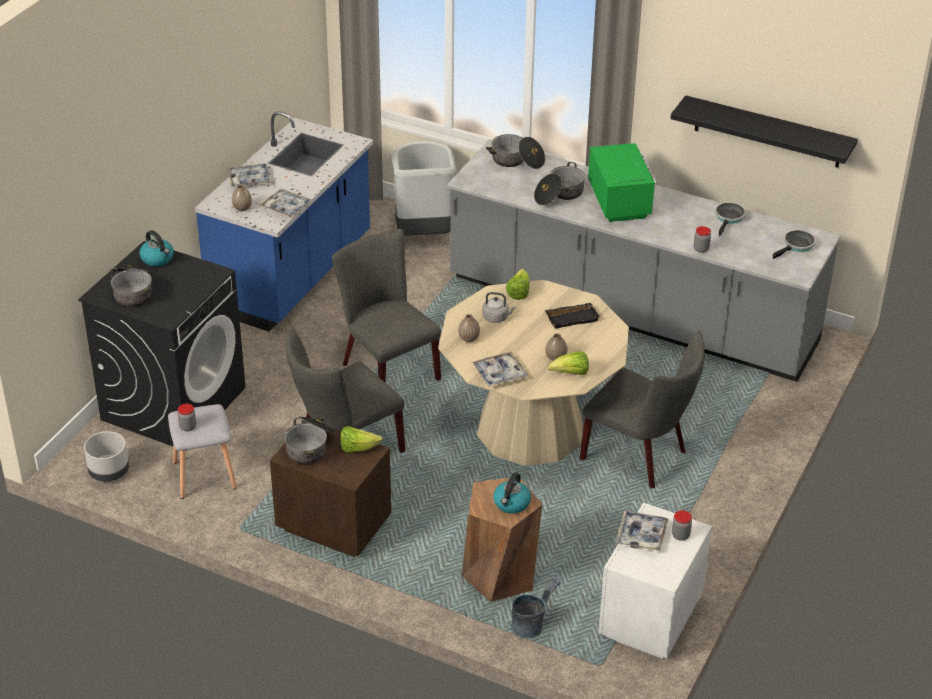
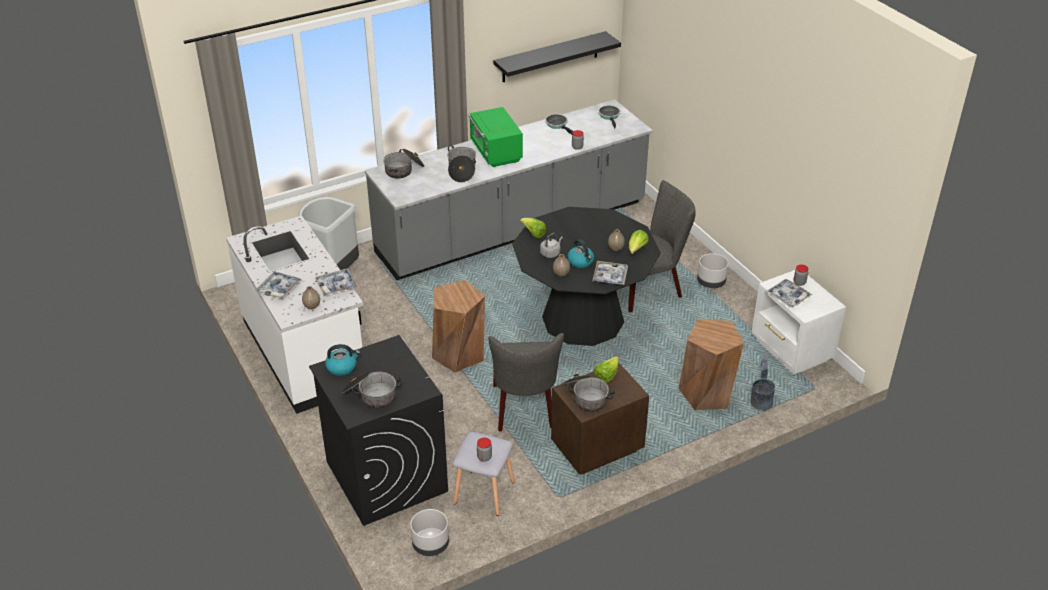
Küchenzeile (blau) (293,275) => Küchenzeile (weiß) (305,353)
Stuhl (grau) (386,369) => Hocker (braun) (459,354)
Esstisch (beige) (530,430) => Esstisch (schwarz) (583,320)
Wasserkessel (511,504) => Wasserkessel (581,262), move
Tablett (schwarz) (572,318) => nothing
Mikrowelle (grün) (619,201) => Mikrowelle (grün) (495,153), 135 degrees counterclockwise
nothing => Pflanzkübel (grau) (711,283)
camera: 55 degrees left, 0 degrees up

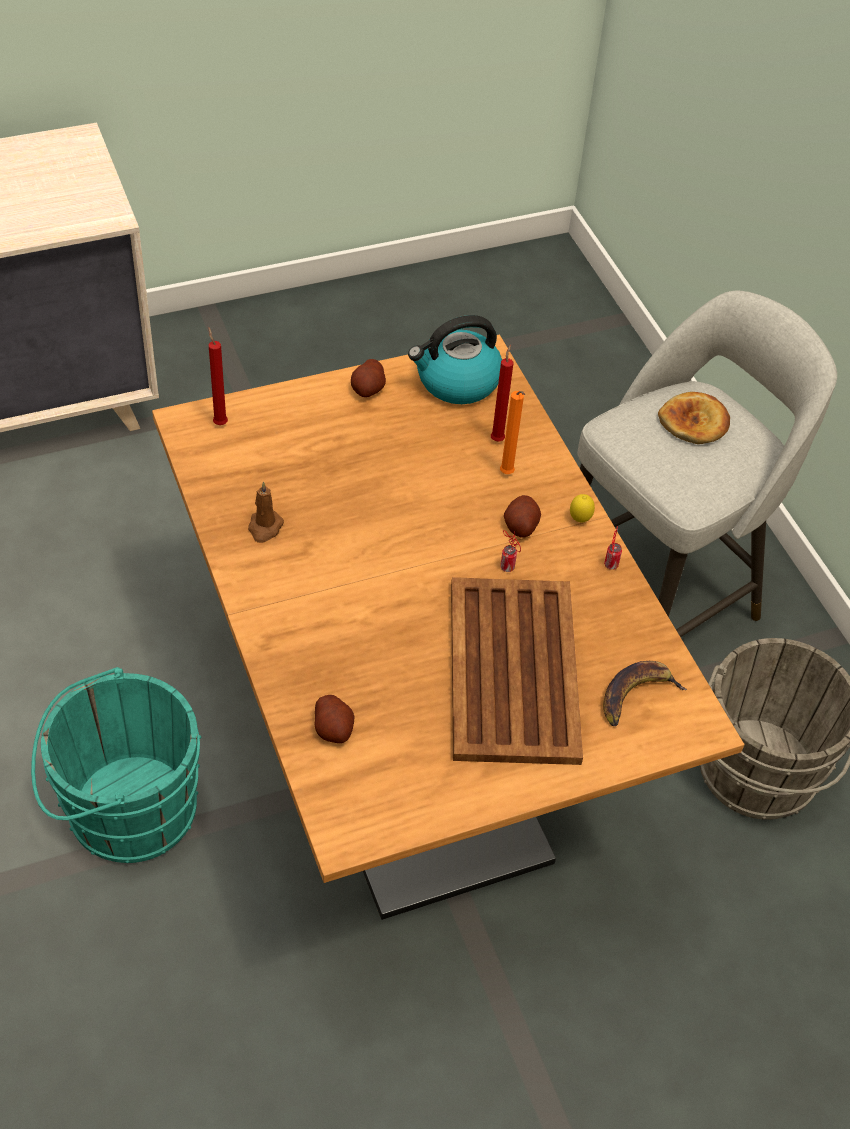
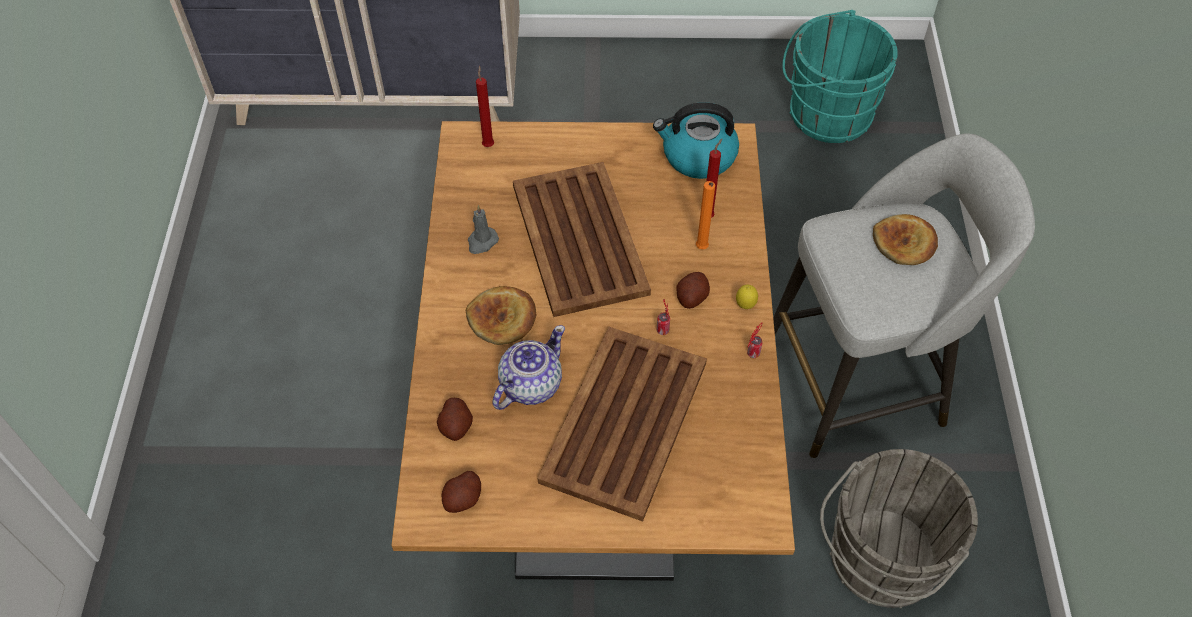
Eimer (türkis) (124,810) => Eimer (türkis) (824,113), move
Kerze (braun) (265,528) => Kerze (grau) (482,242)
Kartoffel (368,389) => Kartoffel (463,499), move
Banane (636,695) => nothing
nothing => Brot (502,318)
nothing => Teekanne (529,385)
nothing => Tablett (braun) (579,240)
camera: 25 degrees right, 5 degrees up

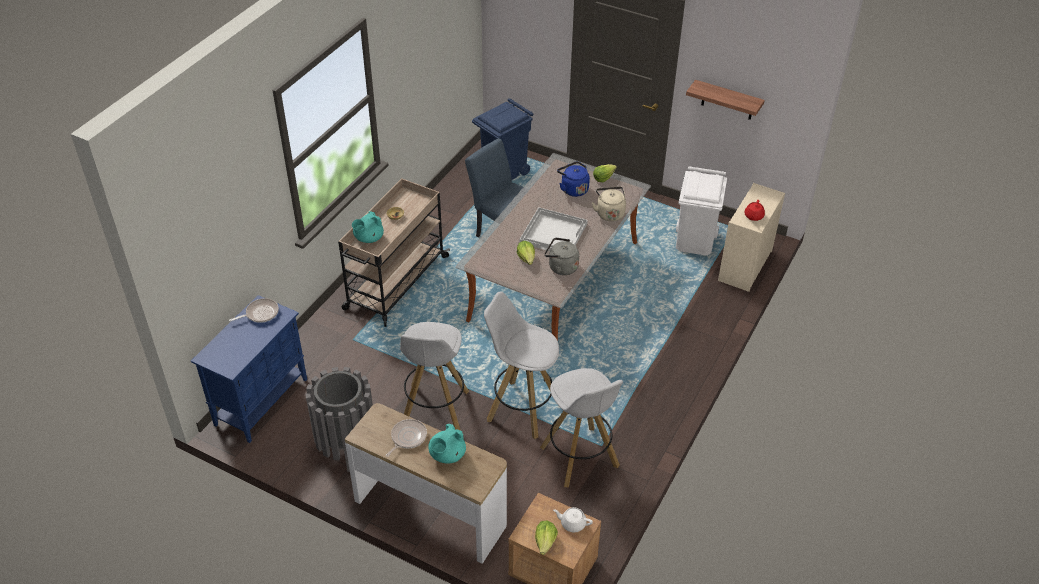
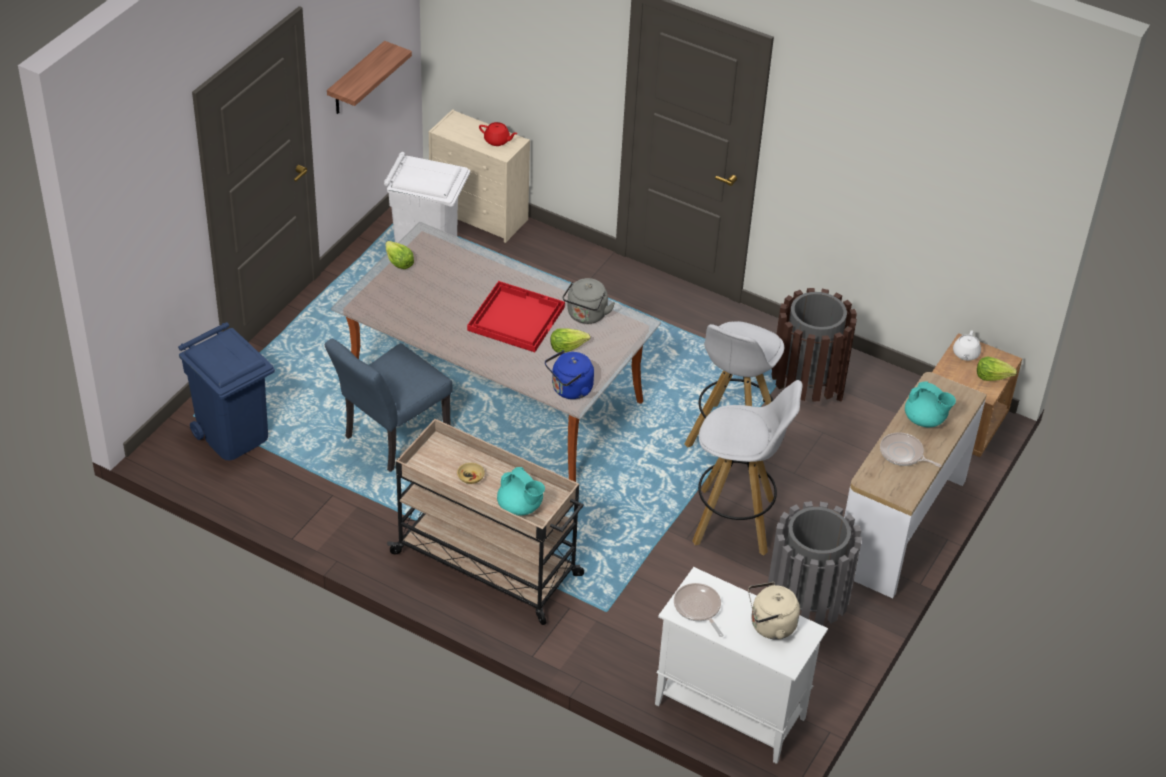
Schrank (blau) (262,401) => Schrank (weiß) (728,710)
Tablett (weiß) (554,233) => Tablett (rot) (515,318)
Hocker (weiß) (580,458) => Mülleimer (braun) (806,391)
Wasserkessel (blau) (573,189) => Wasserkessel (blau) (570,390), move
Wasserkessel (beige) (609,213) => Wasserkessel (beige) (770,626), move
camera: 90 degrees left, 0 degrees up

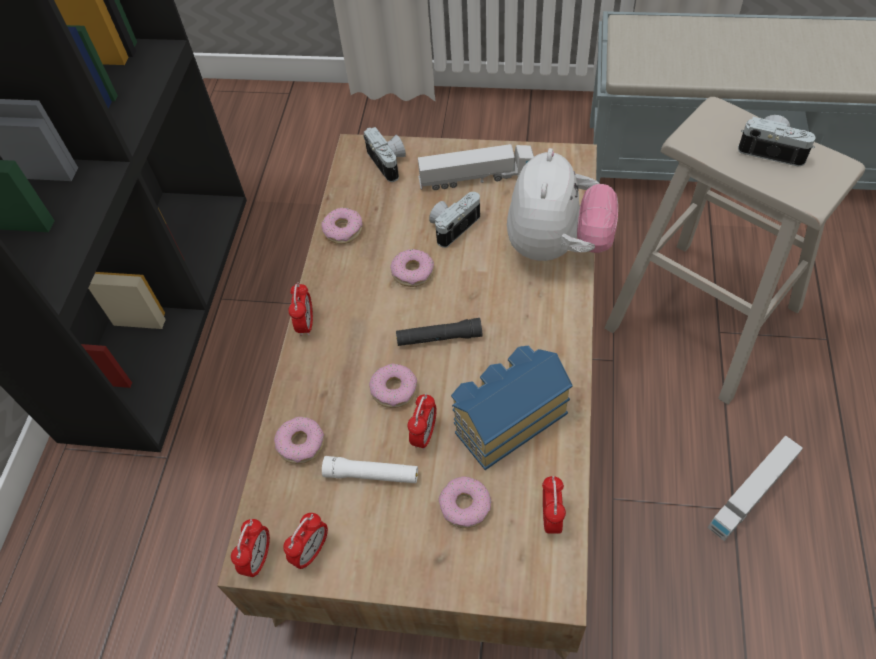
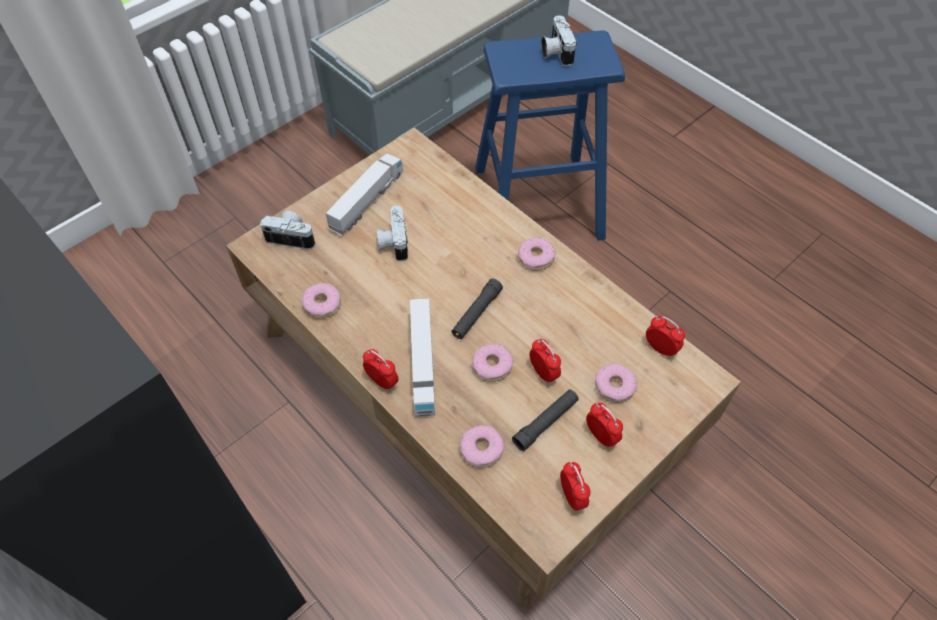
Wecker (258,558) => Wecker (601,436), move
Taschenlampe (weiß) (372,475) => Taschenlampe (schwarz) (545,422)
Donut (413,272) => Donut (536,258), move
Spielzeughaus (506,419) => nothing
Plüschtier (557,246) => nothing
Hocker (beige) (702,317) => Hocker (blau) (537,203)
Spielzeuglaster (751,493) => Spielzeuglaster (423,363), move
Kamera (772,149) => Kamera (555,52), 75 degrees counterclockwise
camera: 55 degrees left, 0 degrees up

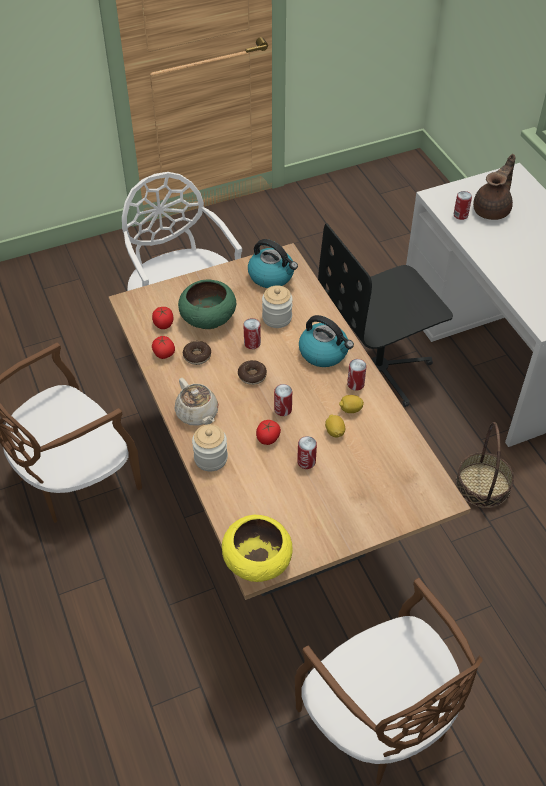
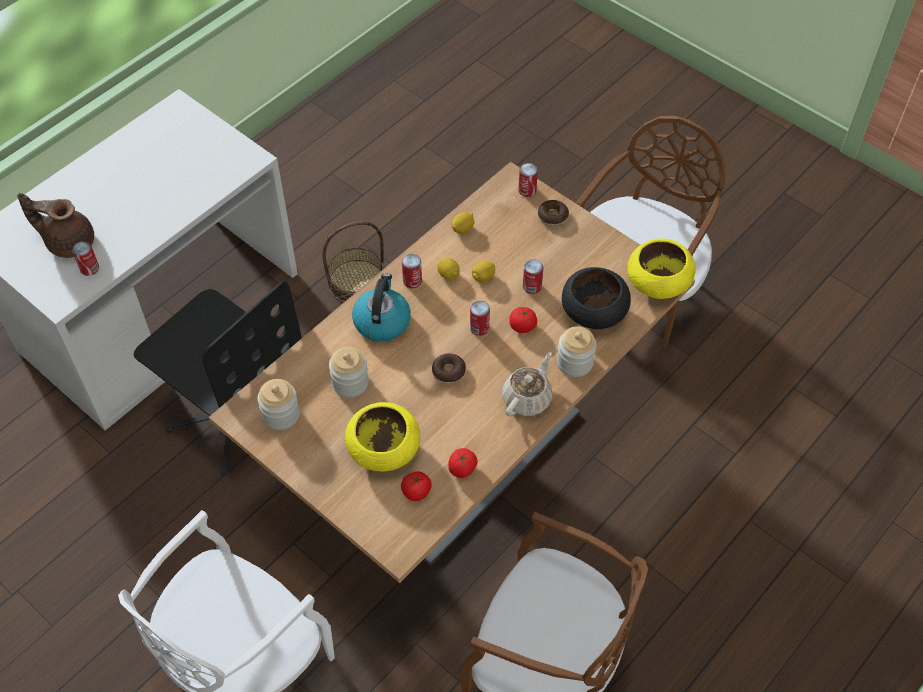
Schüssel (grün) (207,318) => Schüssel (gelb) (384,451)
Donut (197,356) => Donut (552,216), move
Dose (252,343) => Dose (527,190), move
Wasserkessel (272,276) => Vorratsglas (281,415)
nothing => Zitrone (463,229)
nothing => Schüssel (schwarz) (593,313)
camera: 115 degrees left, 5 degrees up

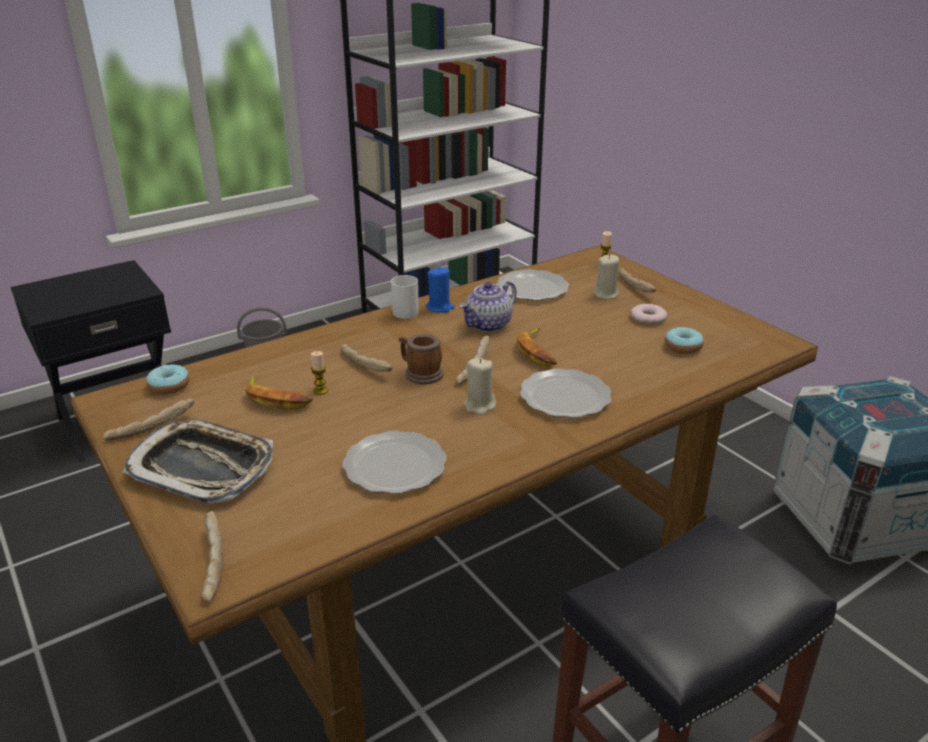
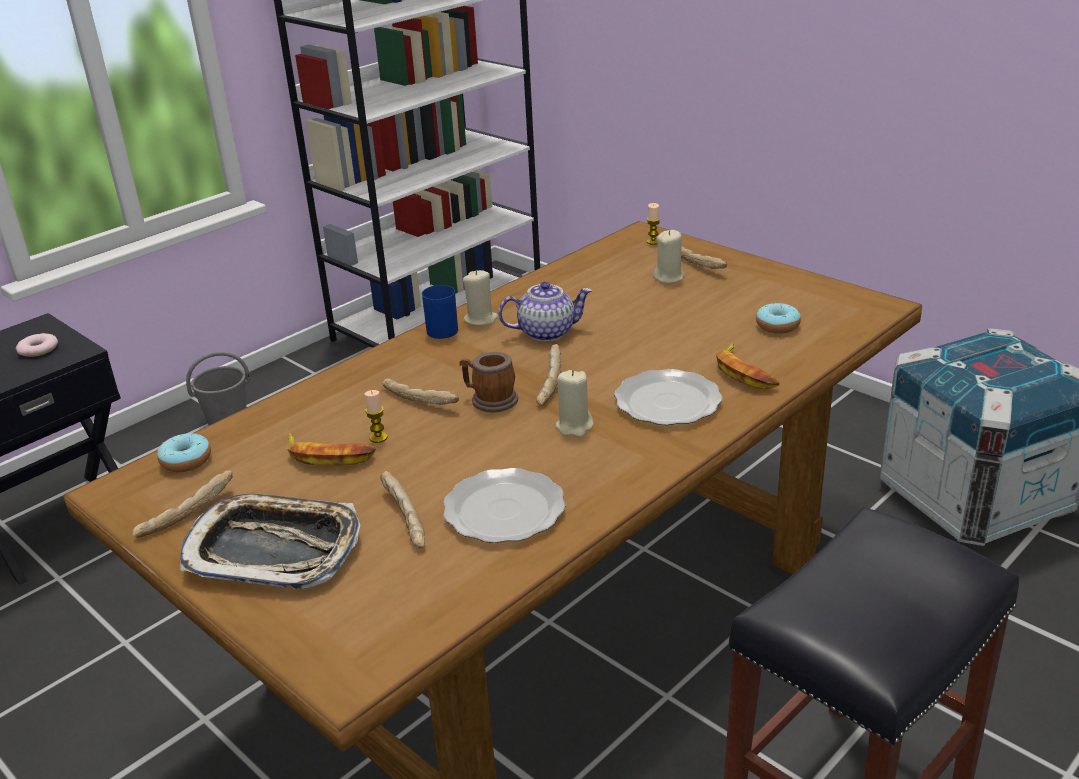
Brot (211,564) => Brot (403,519), move
Henkelbecher (weiß) (405,311) => Henkelbecher (blau) (441,329)
Kerze (blau) (440,307) => Kerze (beige) (481,319)
Teekanne (488,325) => Teekanne (547,332), 135 degrees counterclockwise
Teller (533,288) => nothing
Banane (537,352) => Banane (745,373), move
Donut (648,318) => Donut (38,349), move
camera: 10 degrees left, 0 degrees up

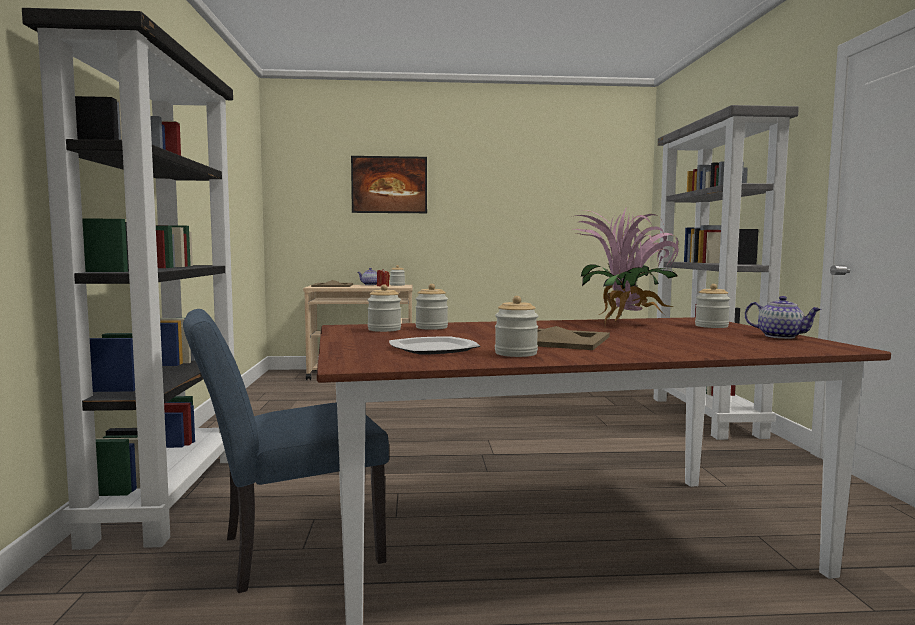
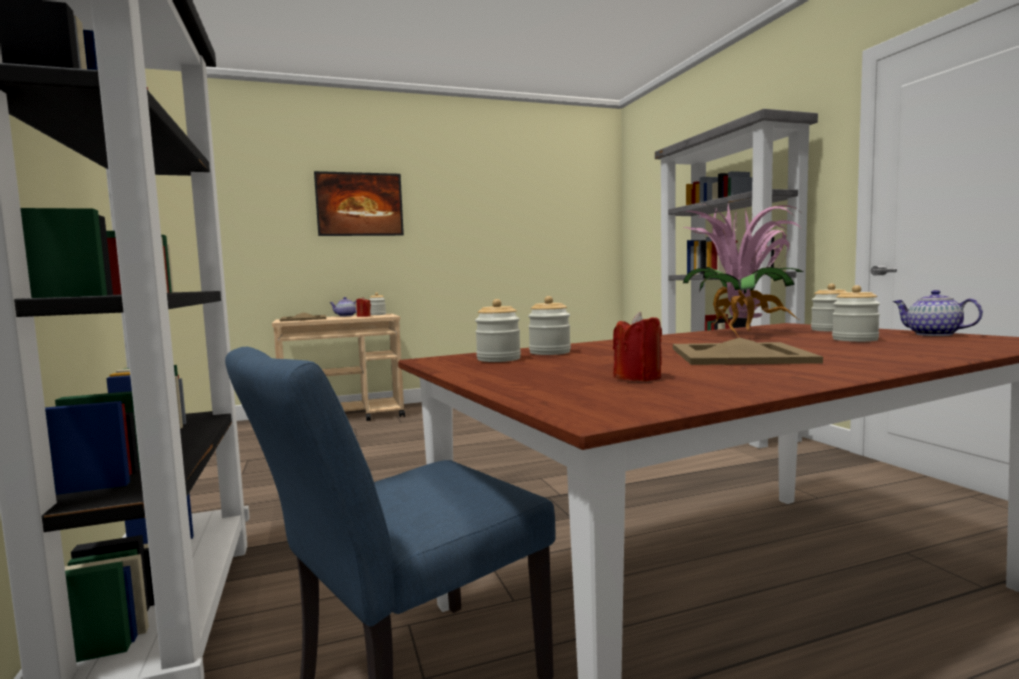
Teller (434,349) => Kerze (rot) (638,378)
Vorratsglas (516,353) => Vorratsglas (855,339), move
Teekanne (781,336) => Teekanne (932,334), 150 degrees counterclockwise
camera: 15 degrees left, 0 degrees up

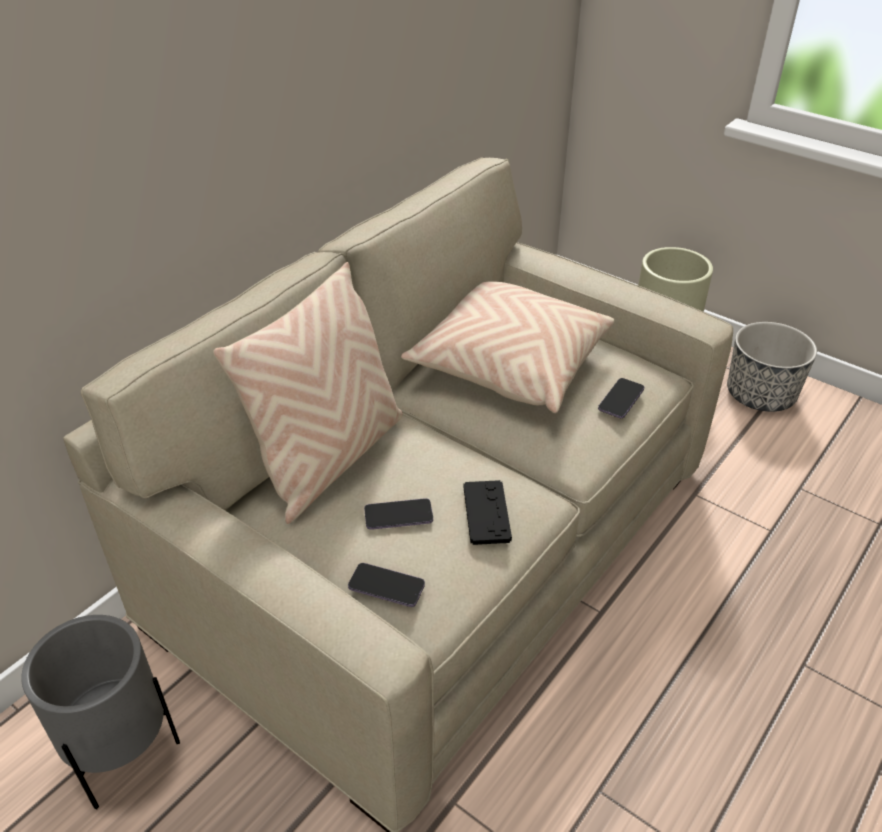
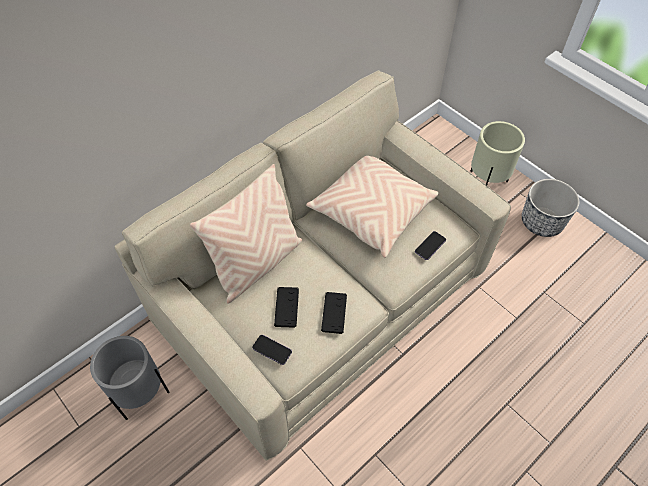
Handy (398,516) => Gamepad (schwarz) (286,307)
camera: 10 degrees right, 15 degrees up

